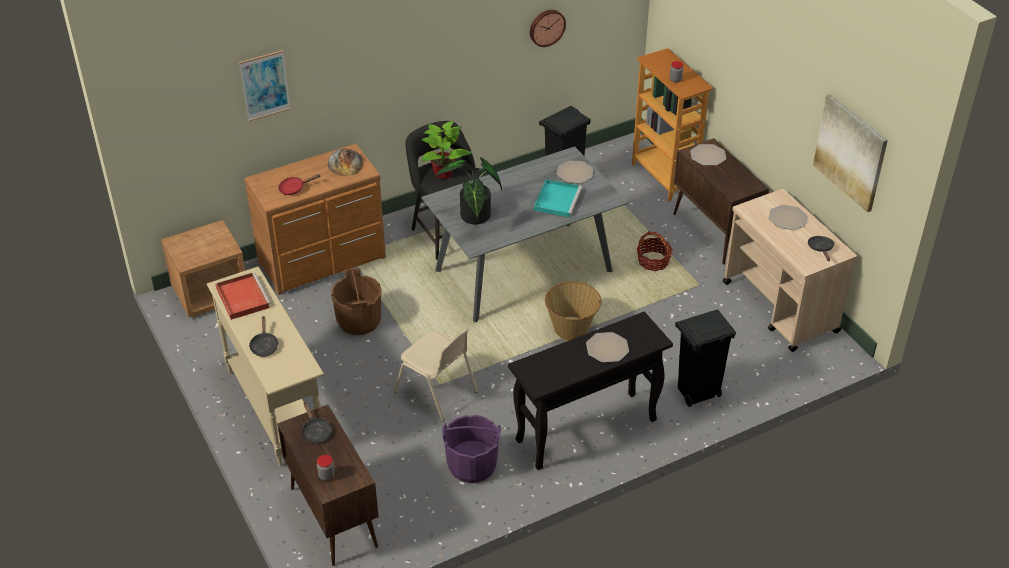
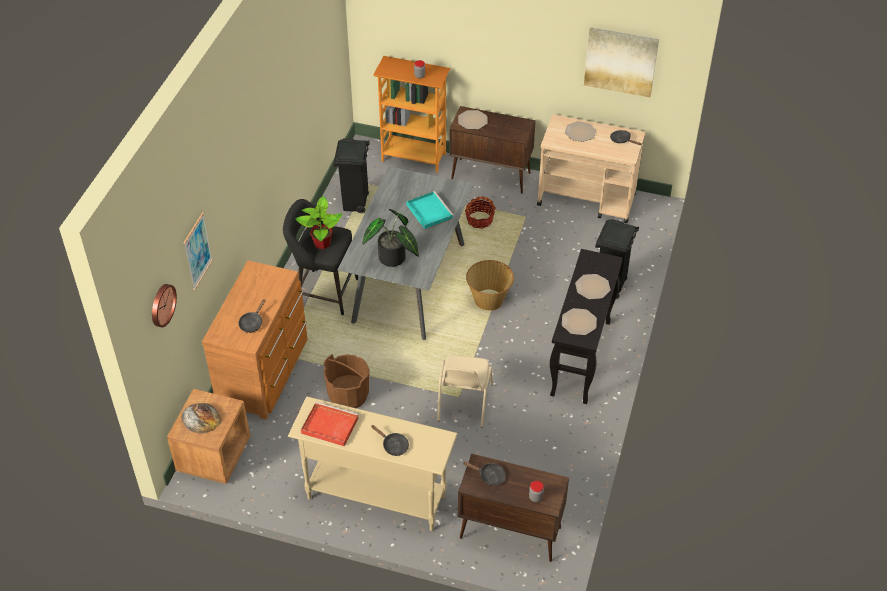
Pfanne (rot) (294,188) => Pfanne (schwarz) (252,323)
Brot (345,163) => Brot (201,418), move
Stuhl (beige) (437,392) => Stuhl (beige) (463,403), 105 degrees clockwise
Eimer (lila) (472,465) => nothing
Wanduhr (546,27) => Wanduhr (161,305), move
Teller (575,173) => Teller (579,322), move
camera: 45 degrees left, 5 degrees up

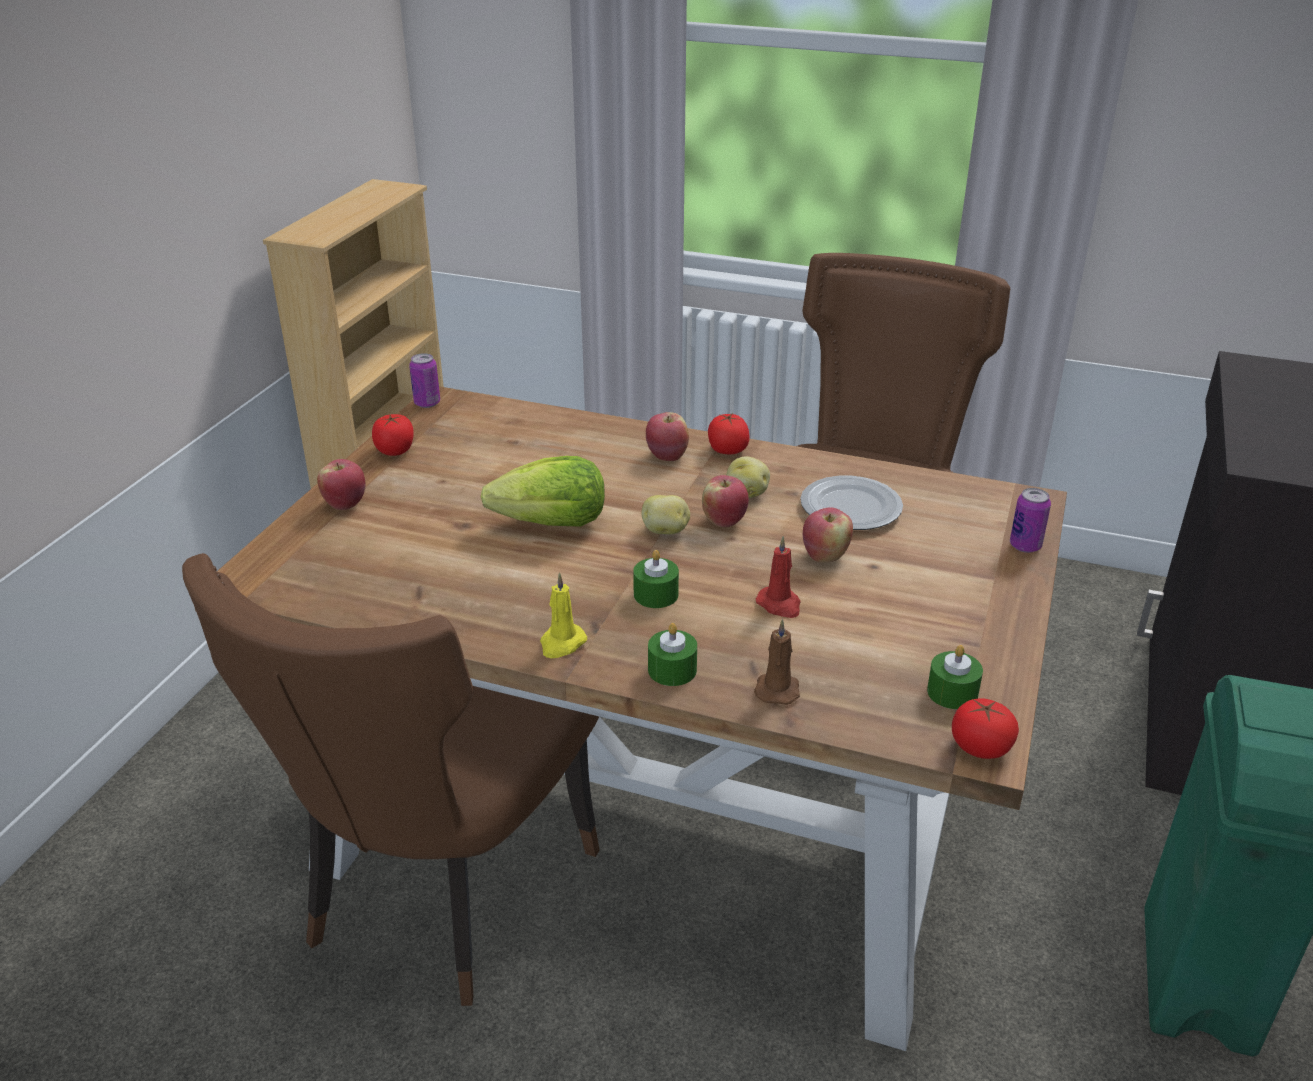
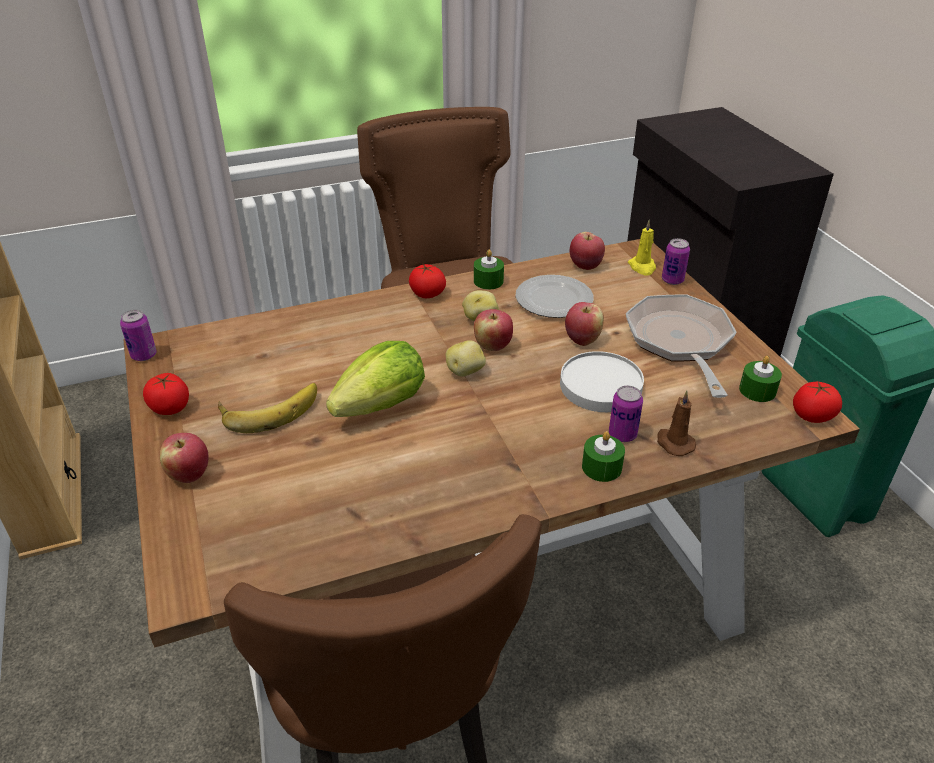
Kerze (gelb) (562,643) => Kerze (gelb) (642,267), move
Kerze (grün) (656,594) => Kerze (grün) (488,281), move
Apfel (667,456) => Apfel (585,266), move
Kerze (rot) (779,605) => Teller (weiß) (601,386)
nothing => Banane (269,409)
nothing => Dose (622,434)
nothing => Pfanne (680,343)
camera: 40 degrees left, 5 degrees up

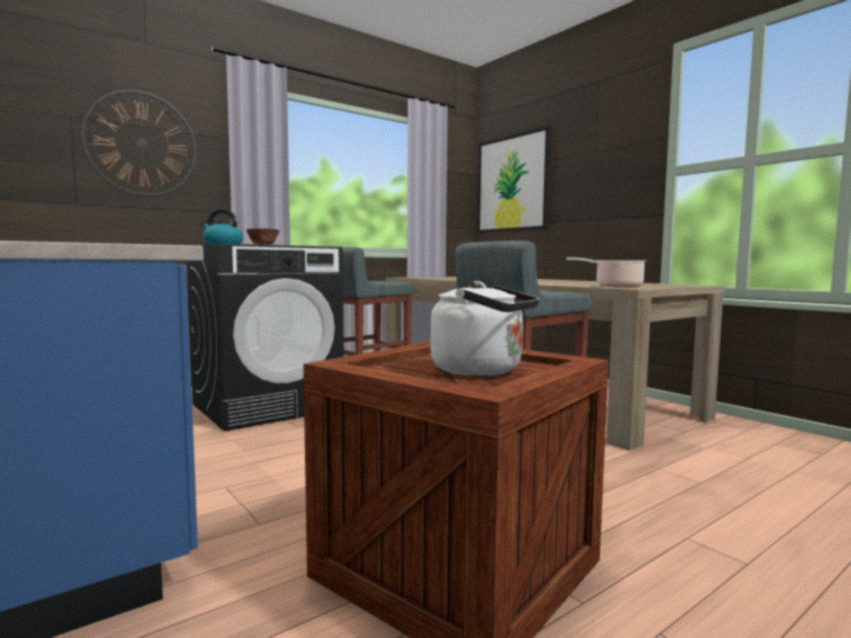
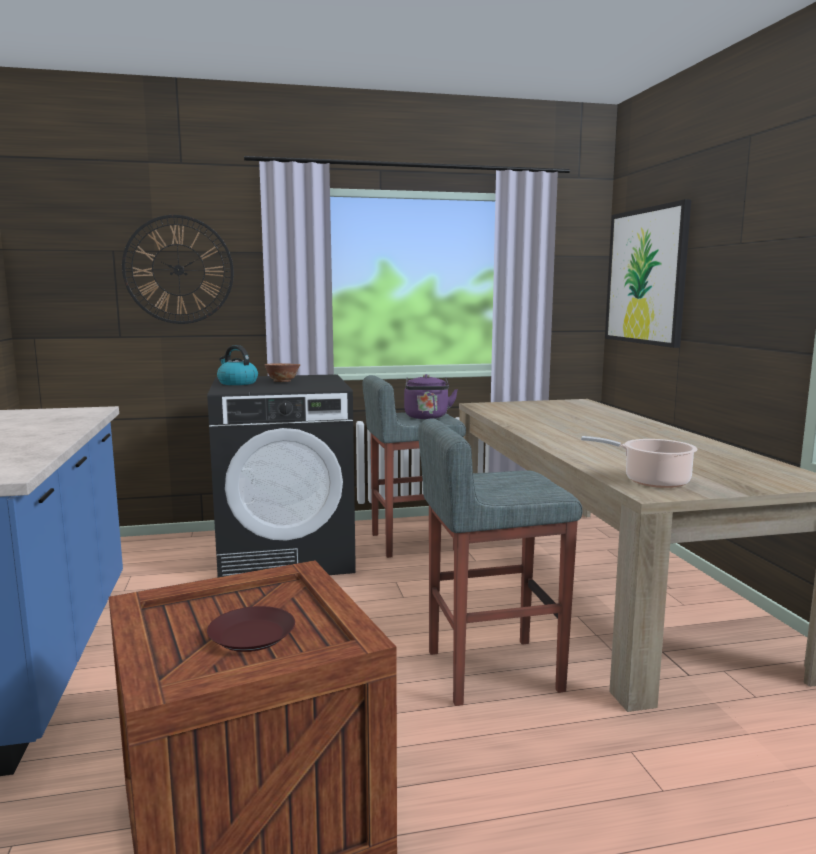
Wasserkessel (weiß) (482,371) => Teller (braun) (251,636)
nothing => Wasserkessel (lila) (427,417)
camera: 25 degrees right, 5 degrees up

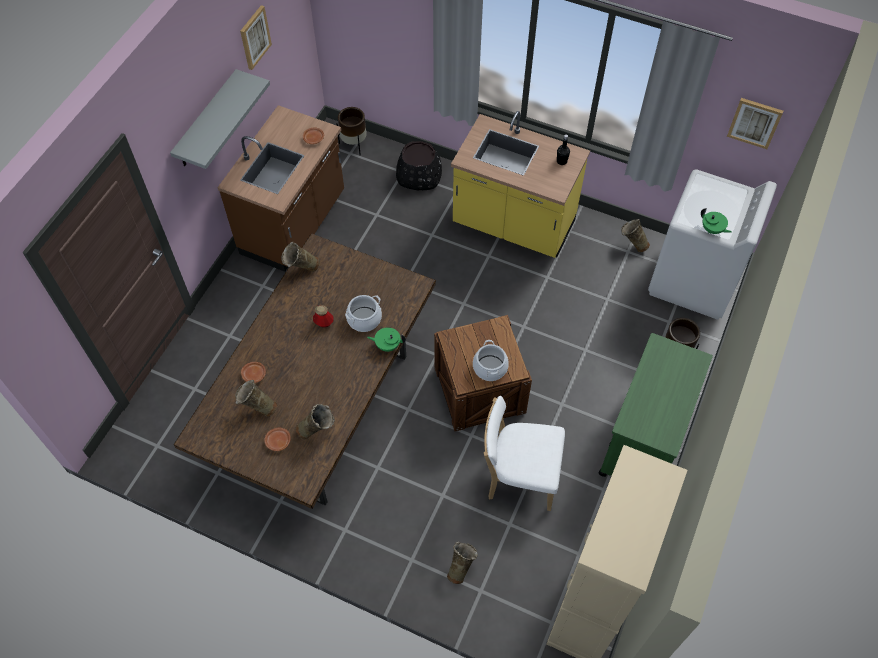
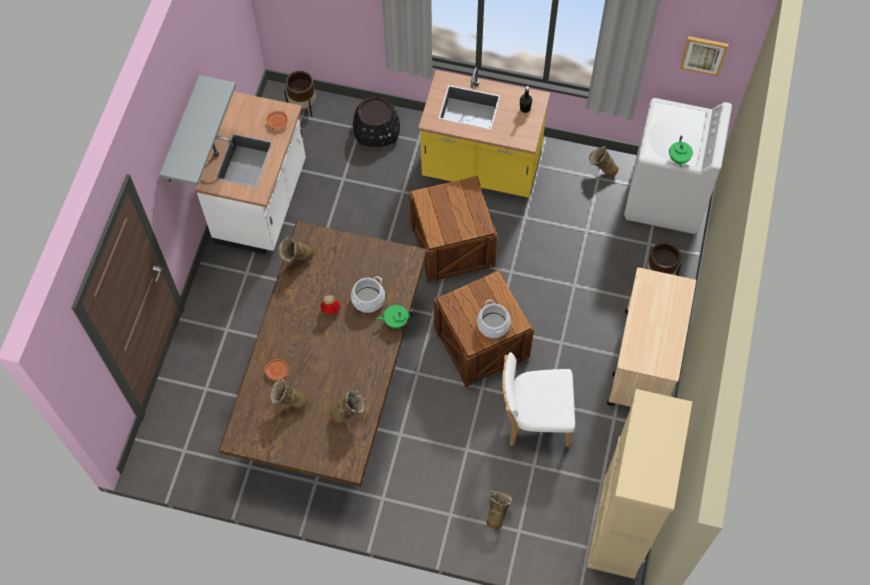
Küchenzeile (braun) (294,225) => Küchenzeile (weiß) (263,203)
Bild (254,37) => nothing
Teller (braun) (278,441) => nothing
Rollwagen (grün) (644,439) => Rollwagen (beige) (643,363)
Teekanne (grün) (712,229) => Teekanne (grün) (678,158), 60 degrees clockwise
nothing => Kiste (452,246)
camera: 10 degrees left, 5 degrees up

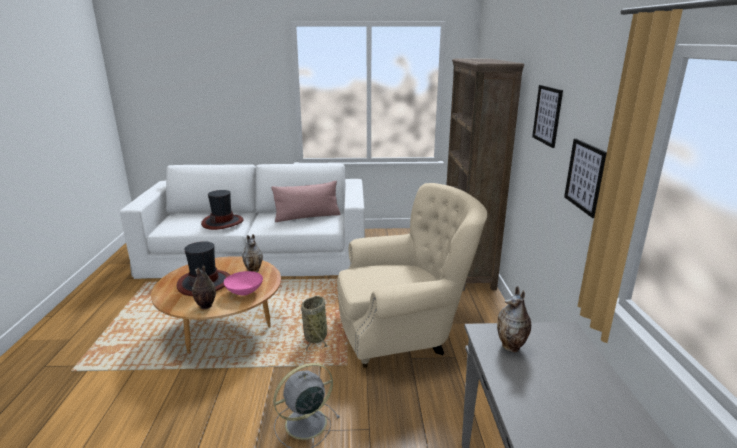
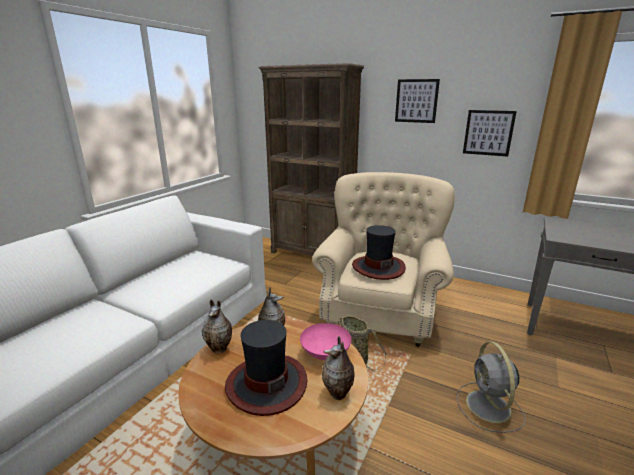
Hut (222,222) => Hut (378,267), move
Kissen (rosa) (307,217) => nothing
Vase (512,347) => Vase (220,348), move
camera: 60 degrees left, 0 degrees up

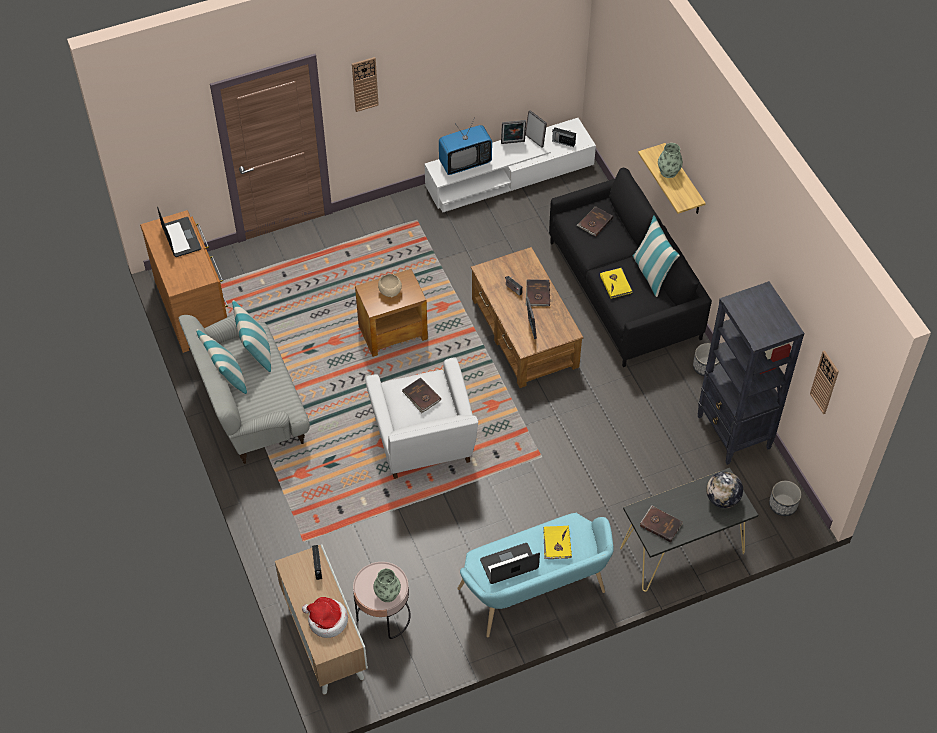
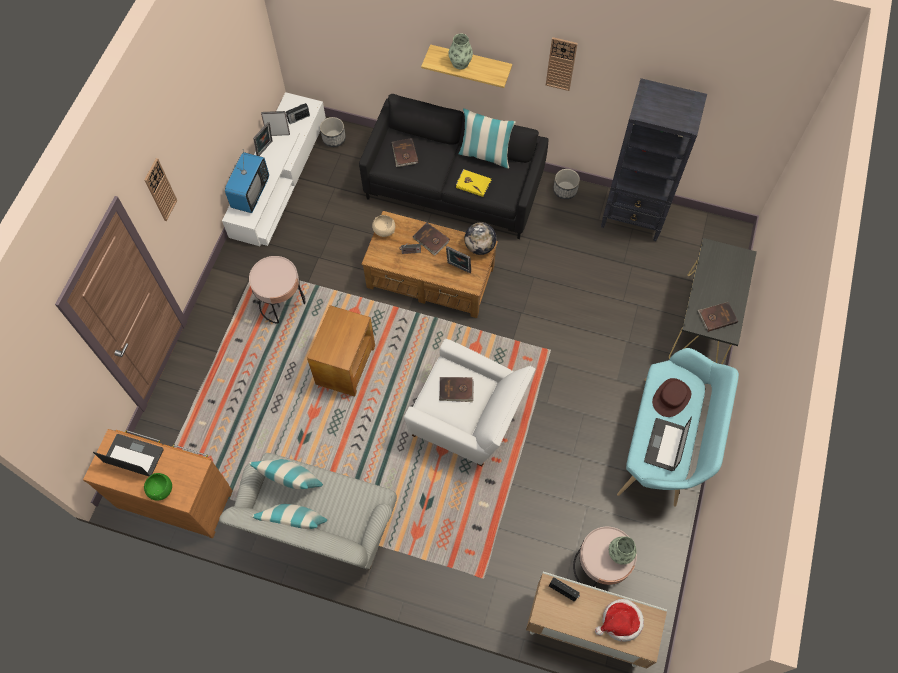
Schüssel (beige) (390,291) => Schüssel (beige) (384,231), move
Buch (gelb) (556,543) => Hut (braun) (671,398)
Globus (722,499) => Globus (480,247), move
Pflanzkübel (782,504) => Pflanzkübel (333,138), move
Wanduhr (825,382) => Wanduhr (561,64), move
nothing => Schüssel (grün) (161,490)
nothing => Beistelltisch (rosa) (282,303)
camera: 50 degrees left, 10 degrees up

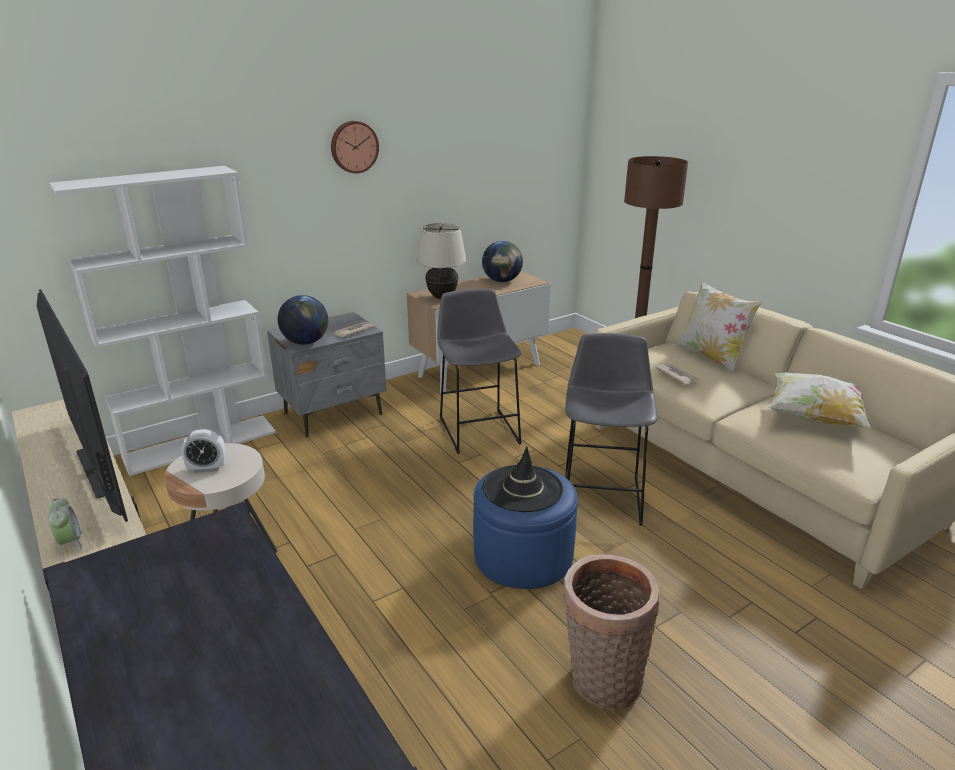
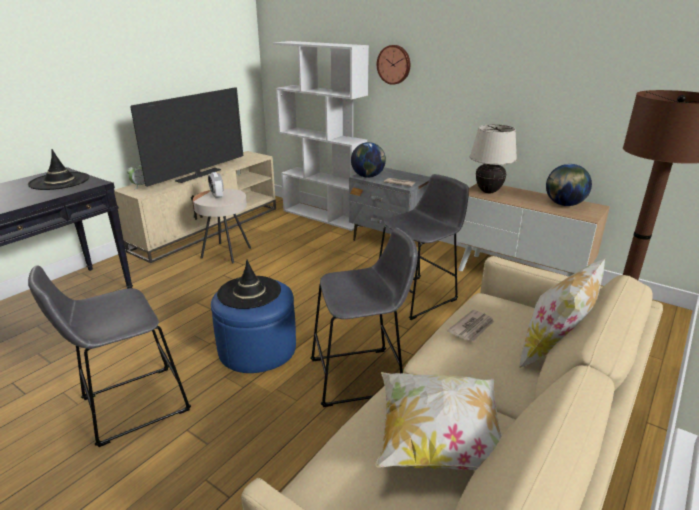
Wanduhr (354,147) => Wanduhr (394,64), move
Korb (601,679) => Hocker (grau) (129,406)
nothing => Hut (schwarz) (59,181)
camera: 70 degrees right, 0 degrees up

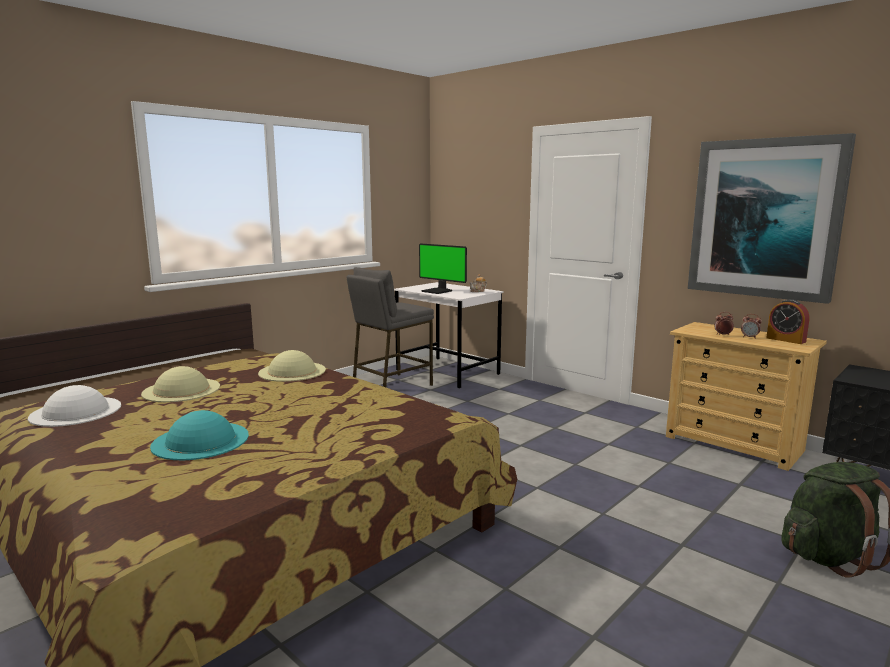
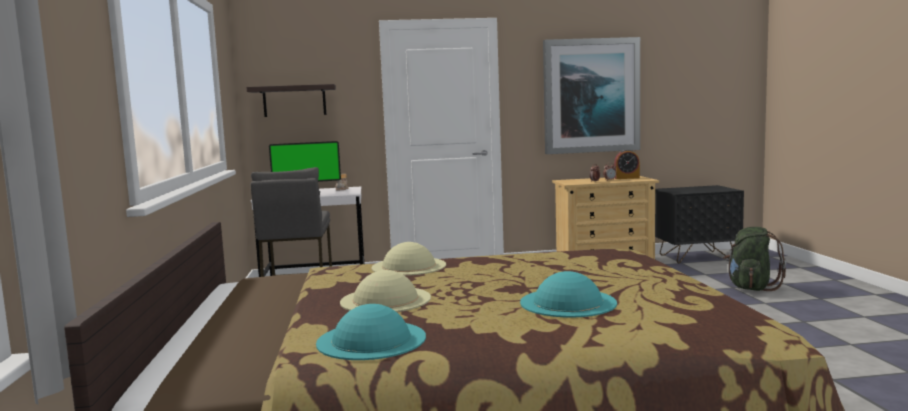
Hut (weiß) (76,411) => Hut (türkis) (371,339)
nothing => Wandregal (294,101)
camera: 50 degrees left, 5 degrees down

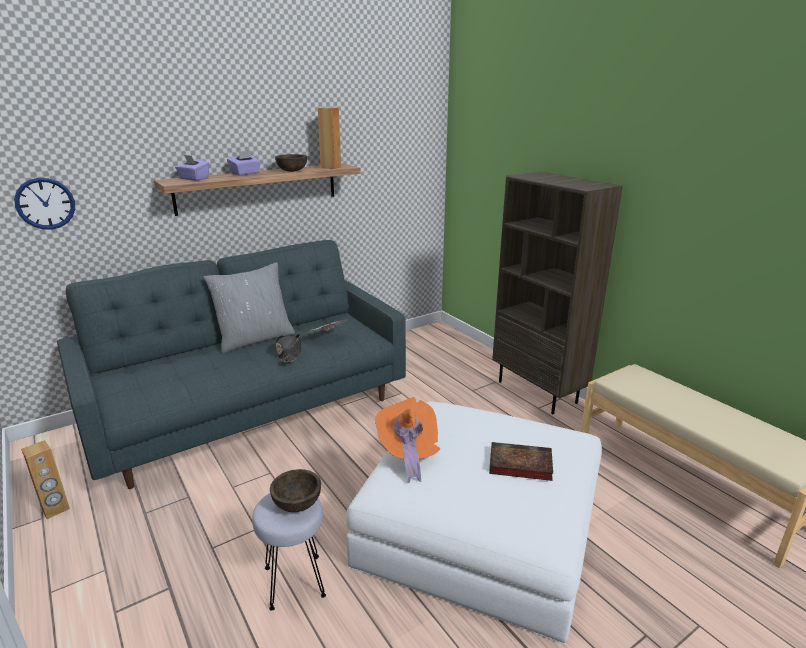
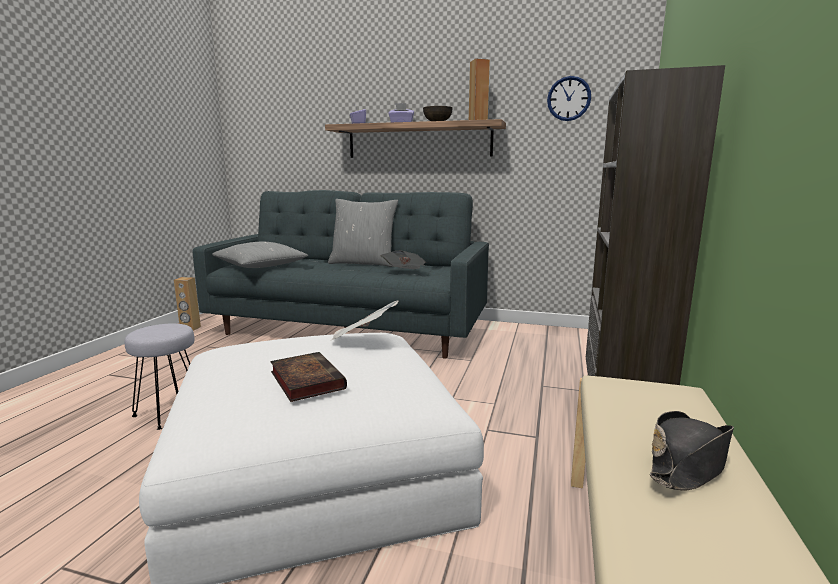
Wanduhr (45,203) => Wanduhr (569,98), move
Schüssel (braun) (297,504) => nothing
Hut (schwarz) (289,353) => Hut (schwarz) (688,463), move
Hut (orange) (408,453) => nothing
nothing => Kissen (grau) (260,266)
nothing => Zeitung (362,339)
camera: 50 degrees right, 10 degrees down

